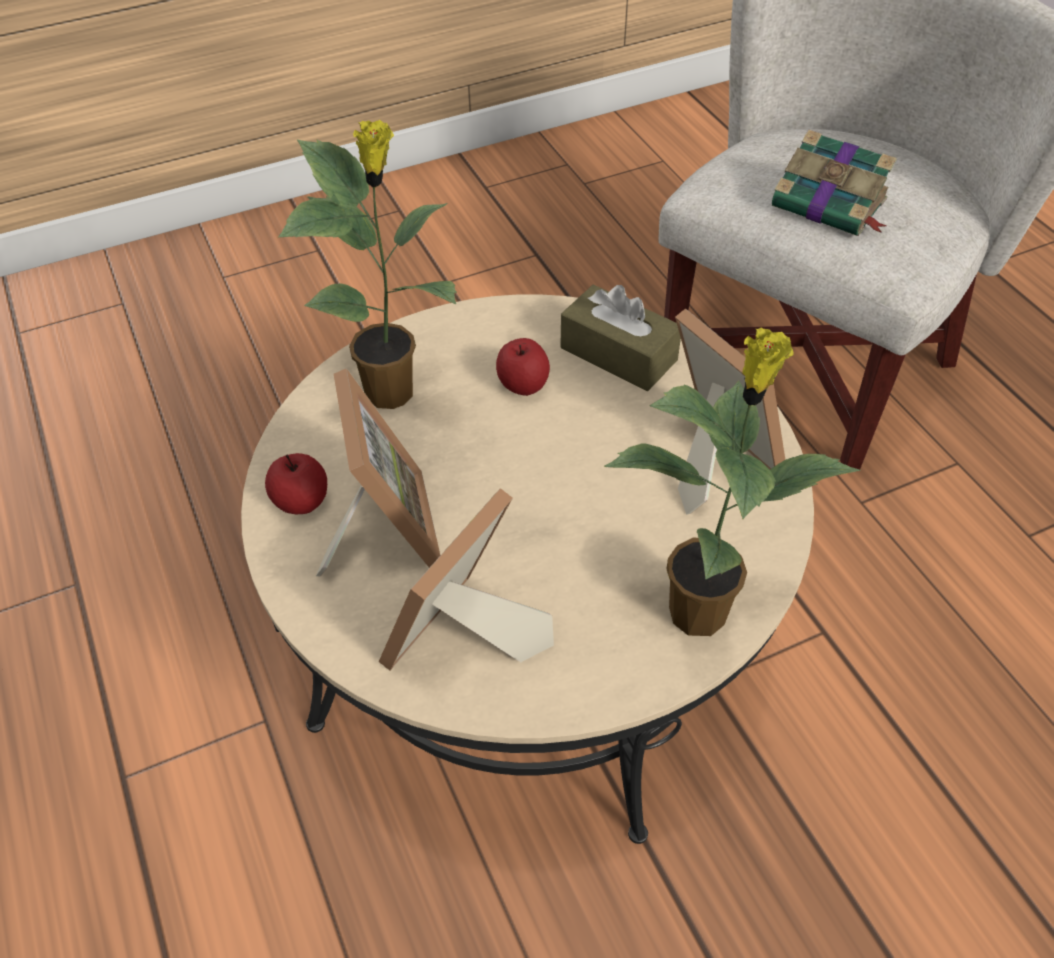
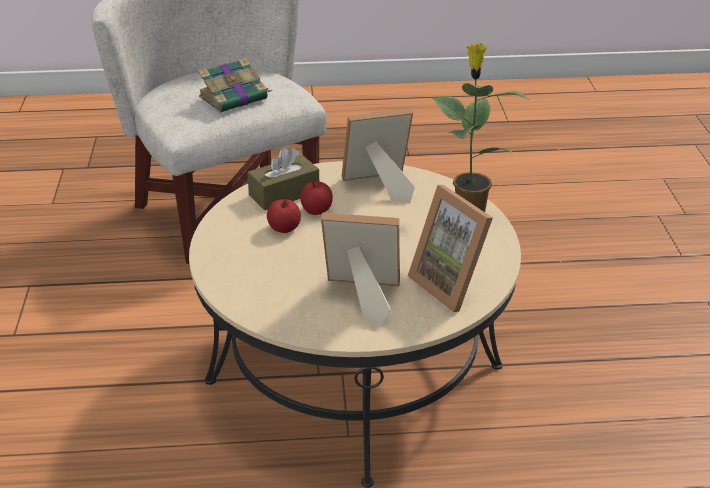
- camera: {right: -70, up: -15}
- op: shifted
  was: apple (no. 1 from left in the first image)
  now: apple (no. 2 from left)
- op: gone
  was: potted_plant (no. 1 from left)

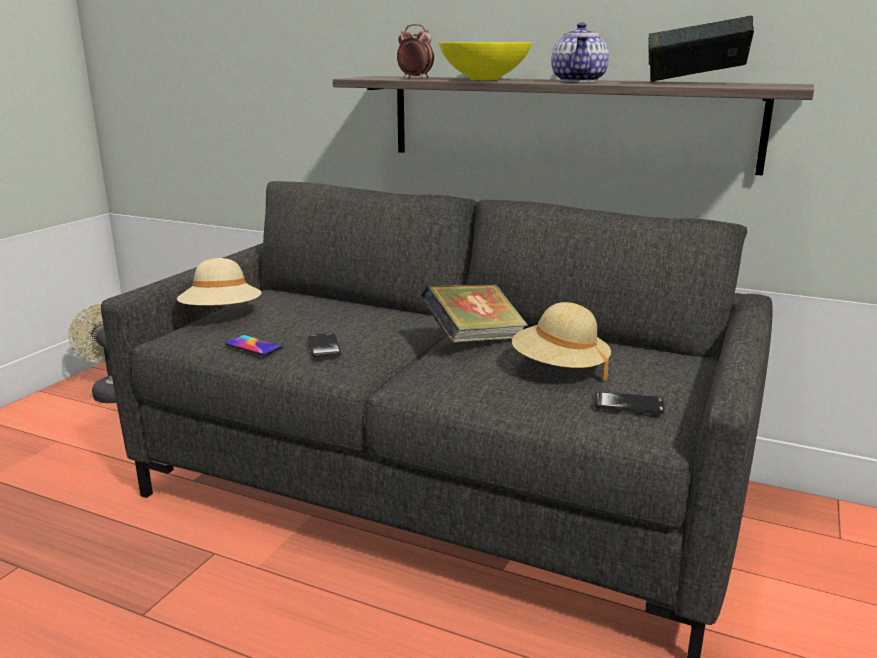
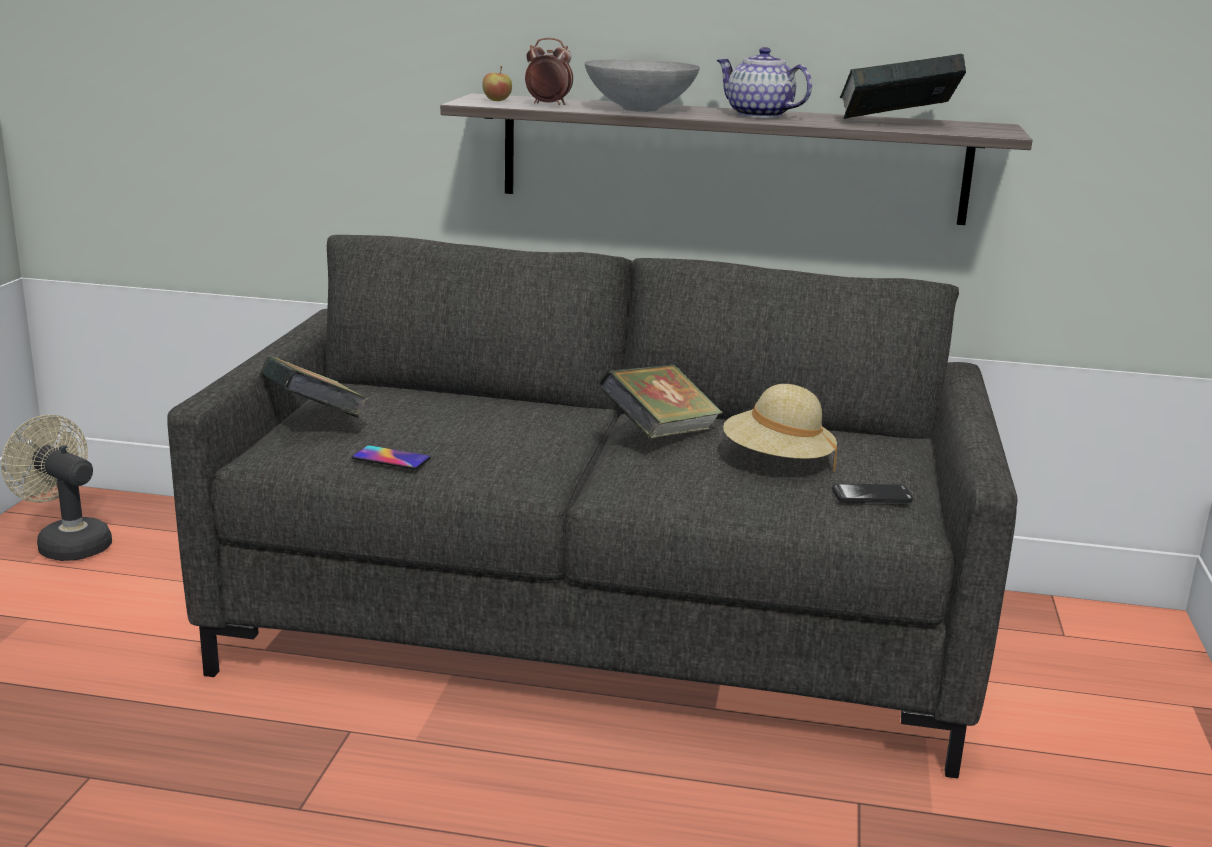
- camera: {right: -15, up: 0}
- op: swapped
  was: beige_hat (no. 1 from left)
  now: book (no. 1 from left)
- op: new
  now: apple
- op: repainted
  was: yellow_bowl
  now: grey_bowl
- op: rotated
  was: teapot
  clockwise: 135
- op: gone
  was: phone (no. 2 from left)

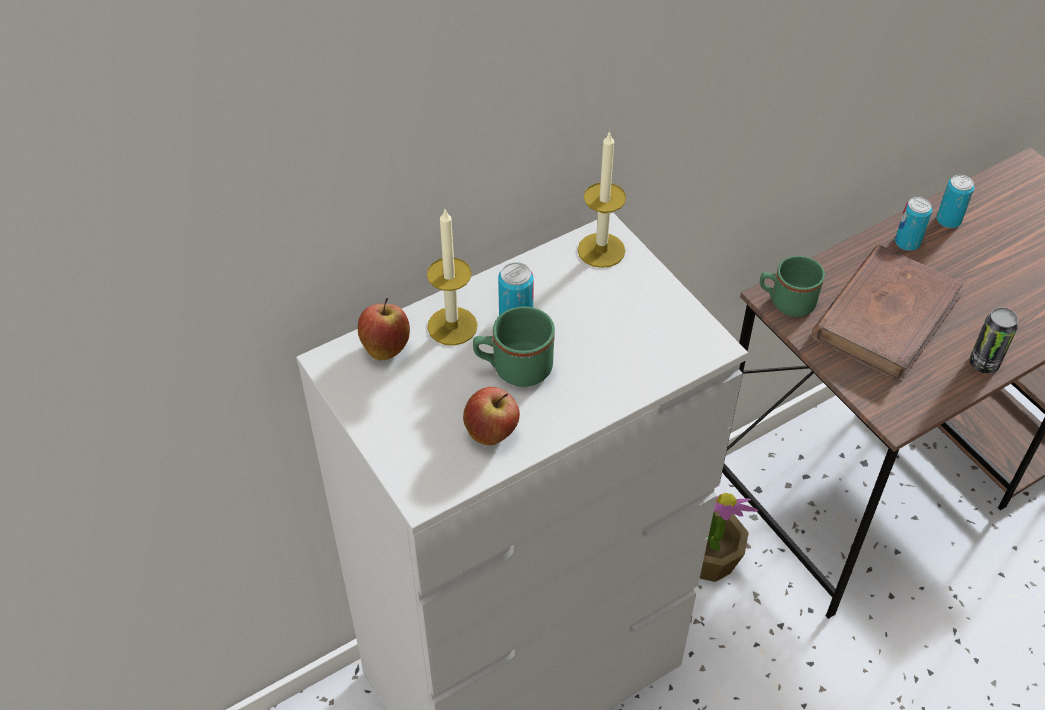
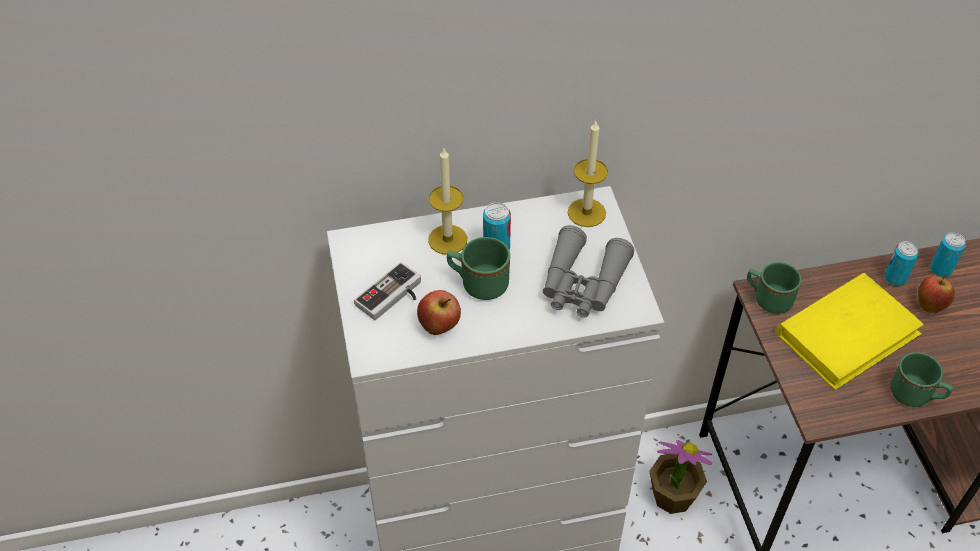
- camera: {right: 20, up: 0}
- op: new
  now: game_controller
- op: new
  now: grey_binoculars
- op: repainted
  was: brown_book
  now: yellow_book
- op: swapped
  was: can (no. 4 from left)
  now: green_mug (no. 3 from left)
- op: shifted
  was: apple (no. 1 from left in the first image)
  now: apple (no. 2 from left)

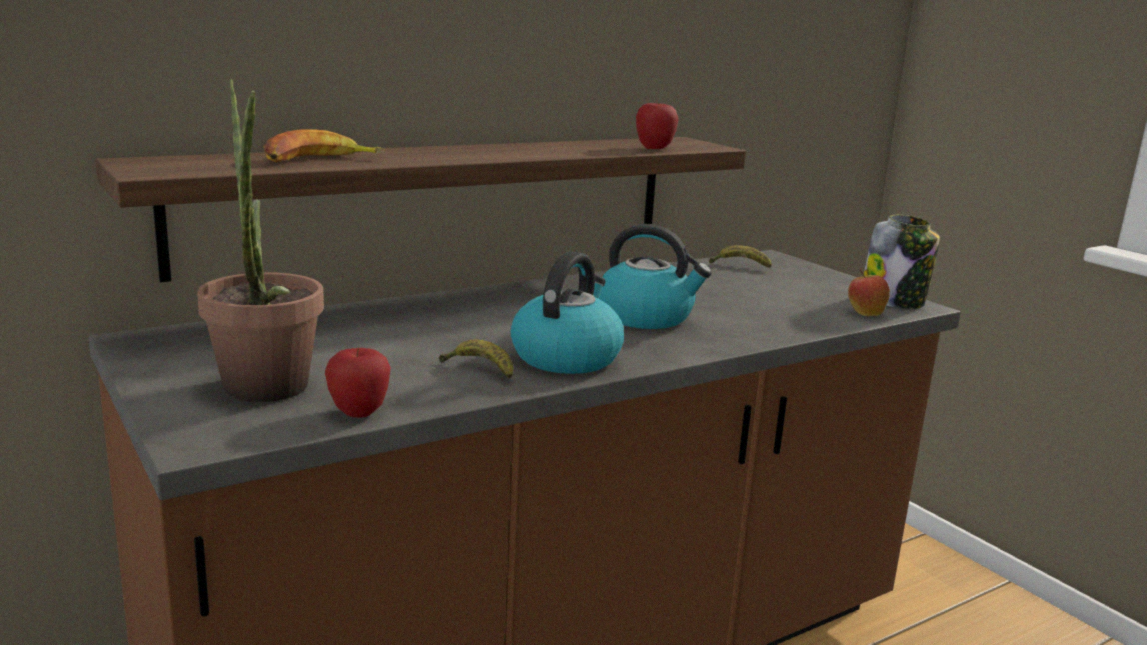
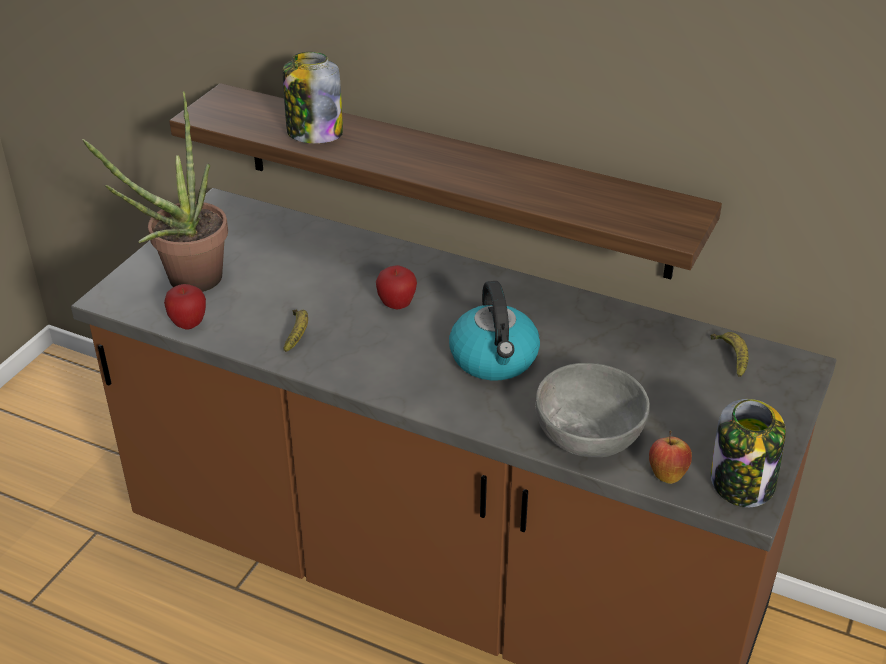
- camera: {right: 60, up: 20}
- op: swapped
  was: banana (no. 1 from left)
  now: jar (no. 1 from left)
- op: shifted
  was: apple (no. 2 from left)
- op: new
  now: grey_bowl
- op: gone
  was: kettle (no. 1 from left)

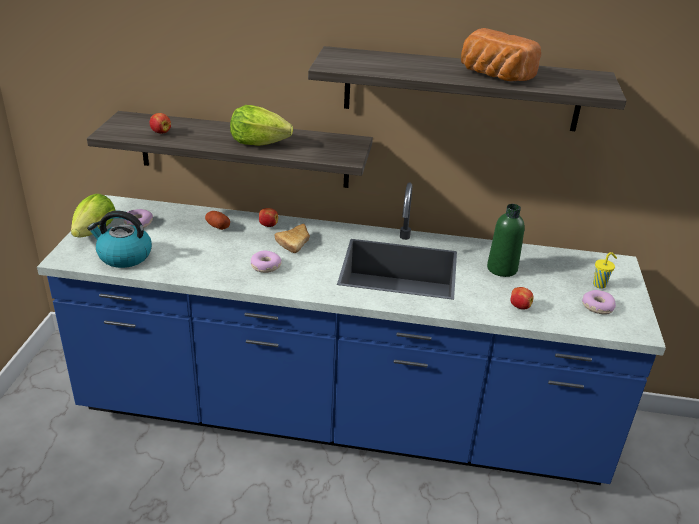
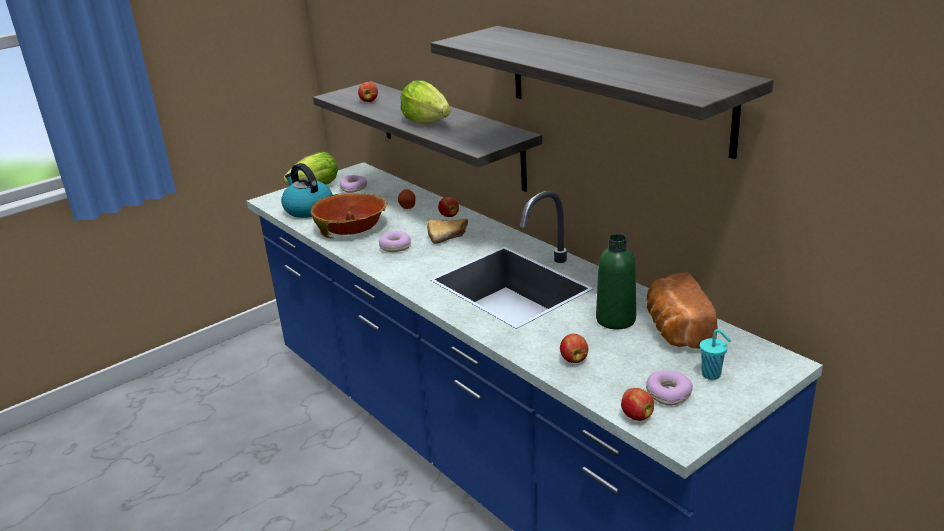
- camera: {right: 45, up: -5}
- op: new
  now: bowl
- op: new
  now: apple (no. 4 from left)
- op: shifted
  was: bread (no. 2 from left)
- op: repainted
  was: yellow_cup
  now: turquoise_cup

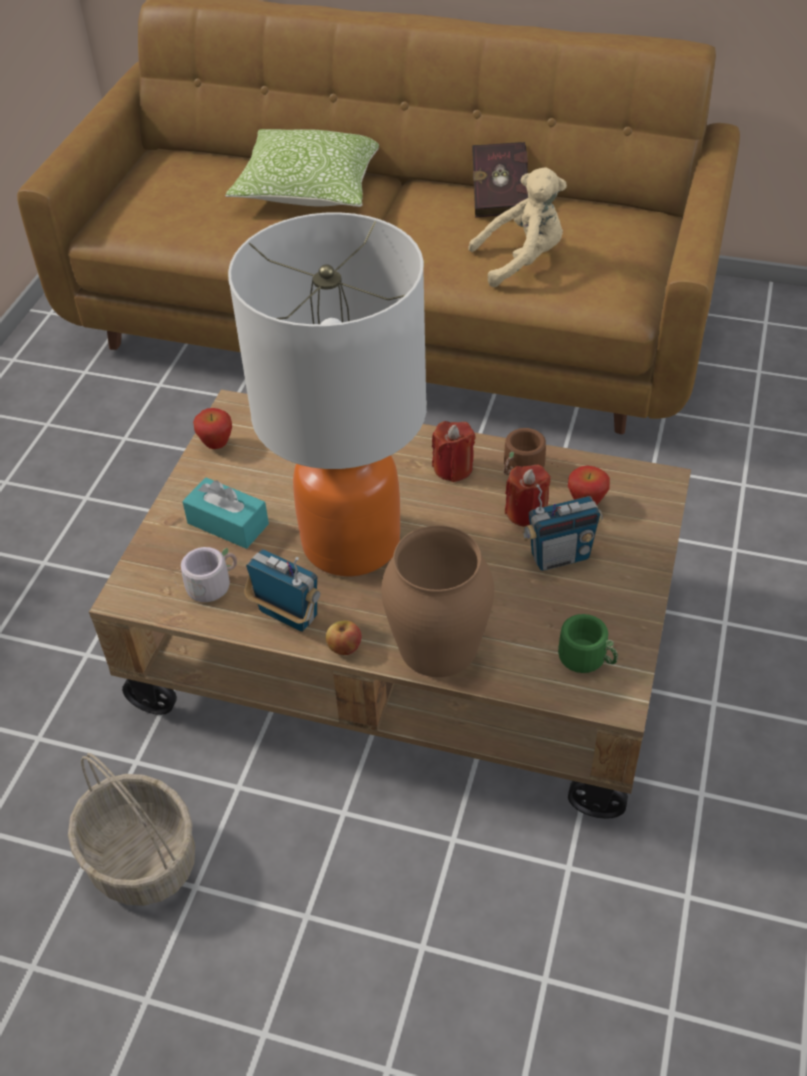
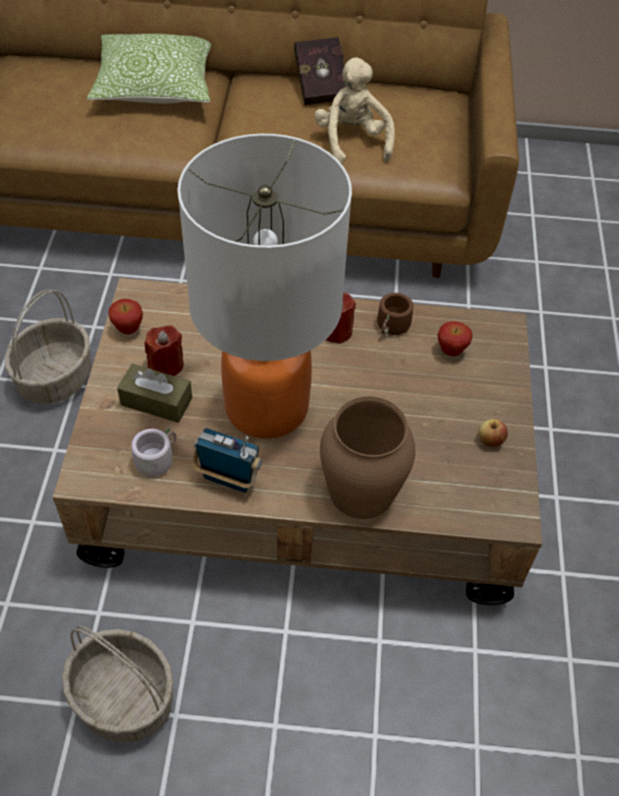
- camera: {right: -15, up: 5}
- op: new
  now: basket (no. 1 from left)
- op: repainted
  was: turquoise_tissue_box
  now: brown_tissue_box
- op: shifted
  was: red_candle (no. 2 from left in the first image)
  now: red_candle (no. 1 from left)
- op: rotated
  was: beige_plush_toy
  clockwise: -75
- op: shifted
  was: apple (no. 2 from left in the first image)
  now: apple (no. 3 from left)
- op: gone
  was: radio (no. 2 from left)
- op: gone
  was: green_mug

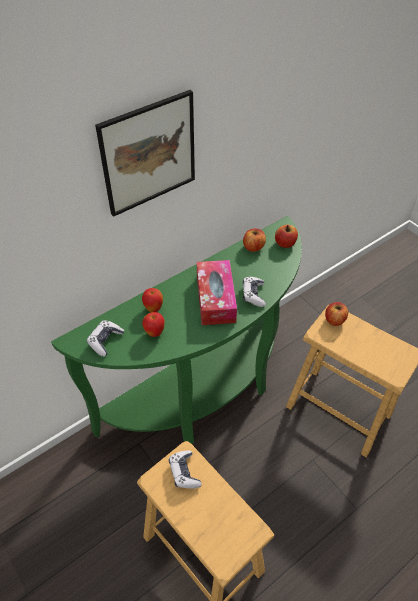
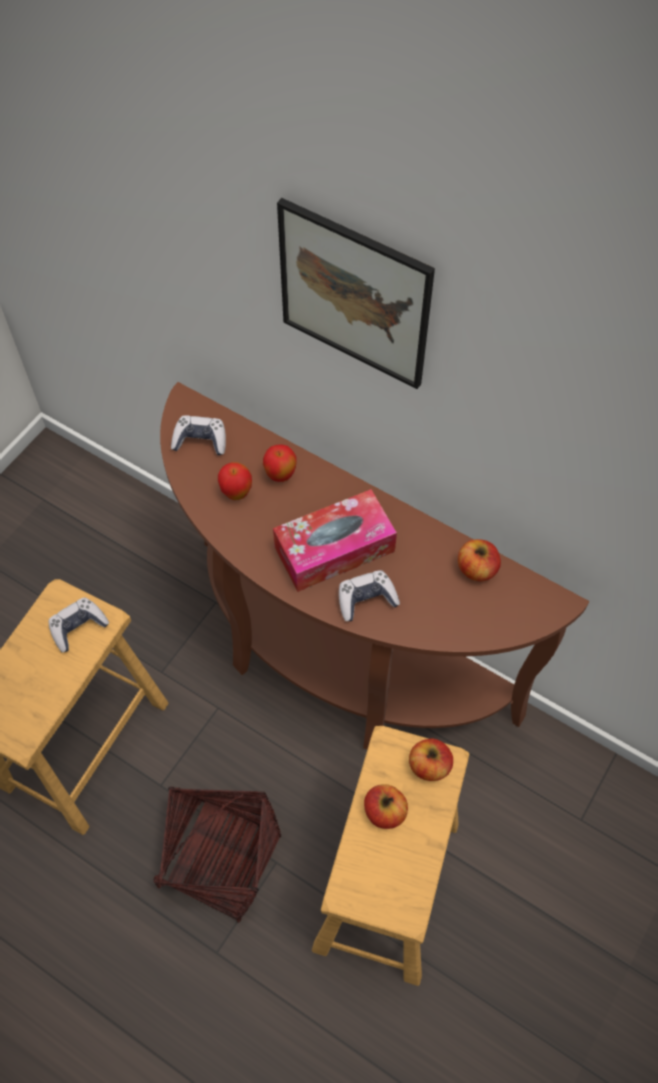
- camera: {right: 70, up: 10}
- op: new
  now: basket
- op: repainted
  was: green_console_table
  now: brown_console_table
- op: shifted
  was: apple (no. 4 from left in the first image)
  now: apple (no. 3 from left)

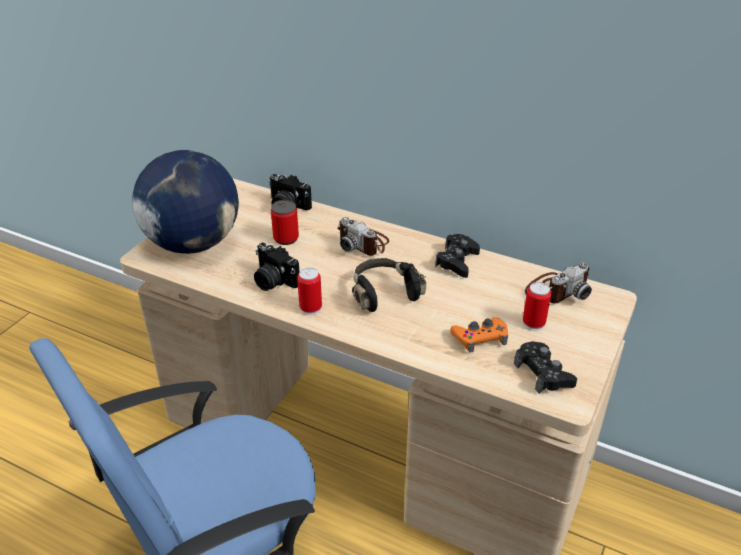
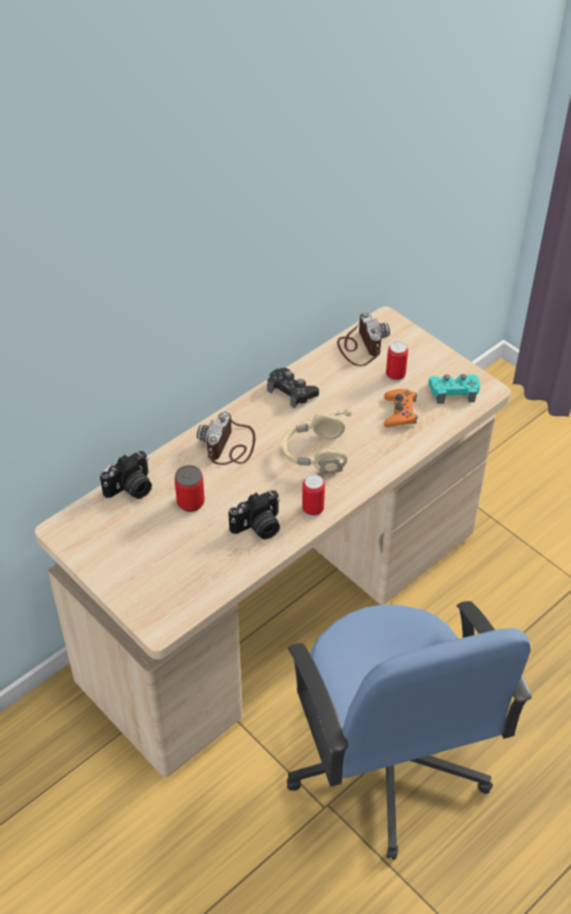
- camera: {right: -70, up: 10}
- op: rotated
  was: photo_camera (no. 3 from left in the first image)
  clockwise: 135
- op: repainted
  was: black_headphones
  now: beige_headphones
- op: repainted
  was: black_game_controller (no. 2 from left)
  now: turquoise_game_controller
- op: gone
  was: globe

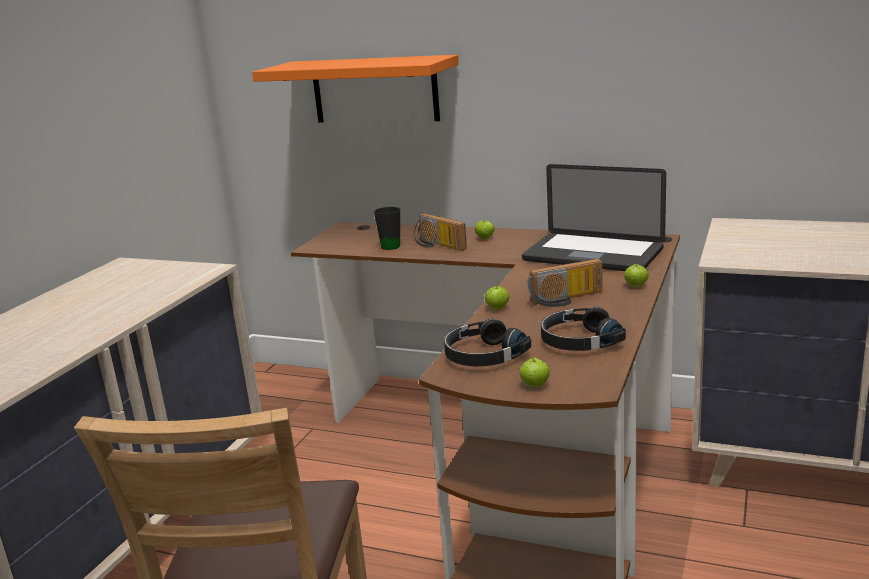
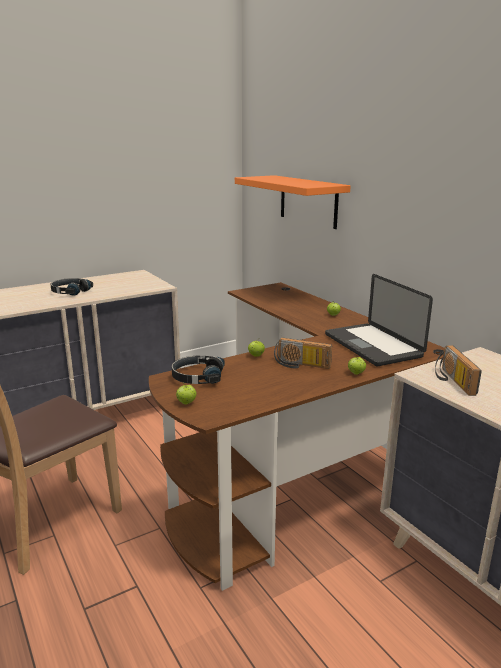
- camera: {right: 35, up: 0}
- op: shifted
  was: black_headphones (no. 2 from left in the first image)
  now: black_headphones (no. 1 from left)
- op: shifted
  was: radio (no. 1 from left in the first image)
  now: radio (no. 2 from left)
- op: gone
  was: black_mug

